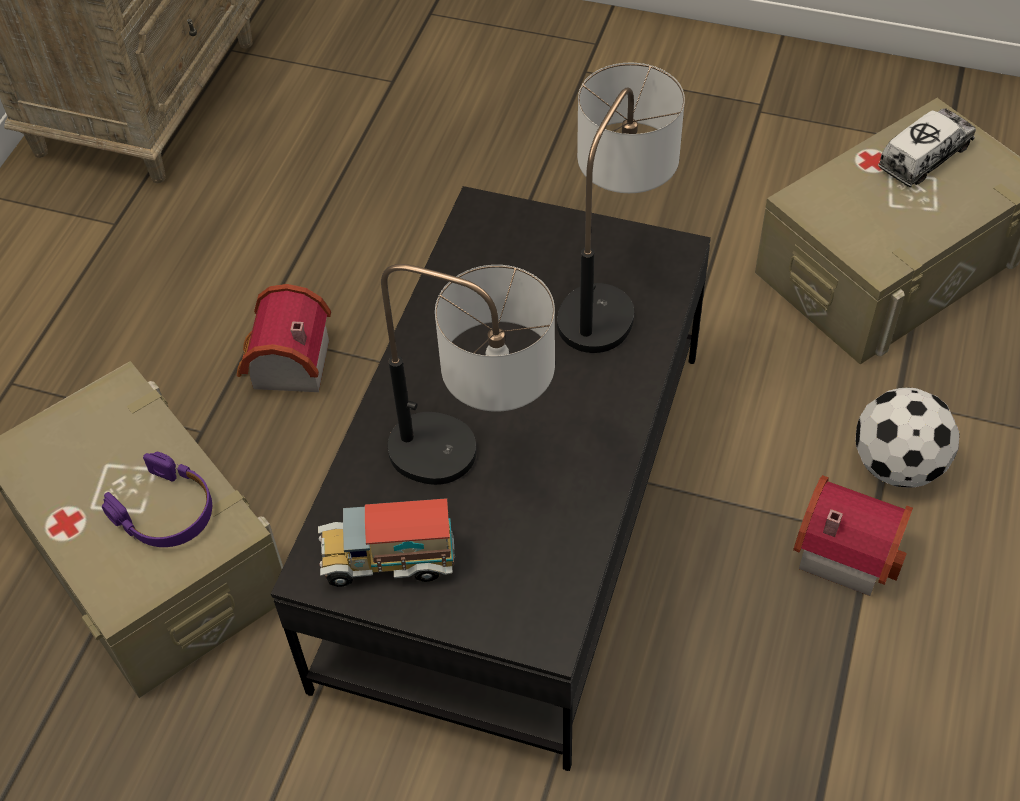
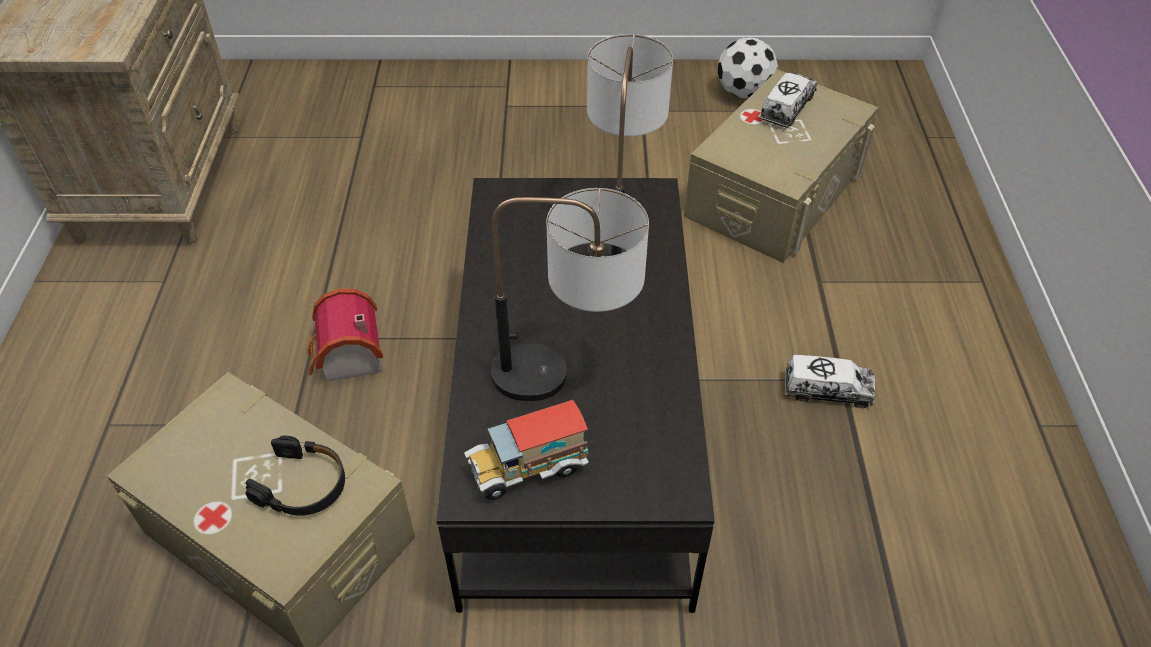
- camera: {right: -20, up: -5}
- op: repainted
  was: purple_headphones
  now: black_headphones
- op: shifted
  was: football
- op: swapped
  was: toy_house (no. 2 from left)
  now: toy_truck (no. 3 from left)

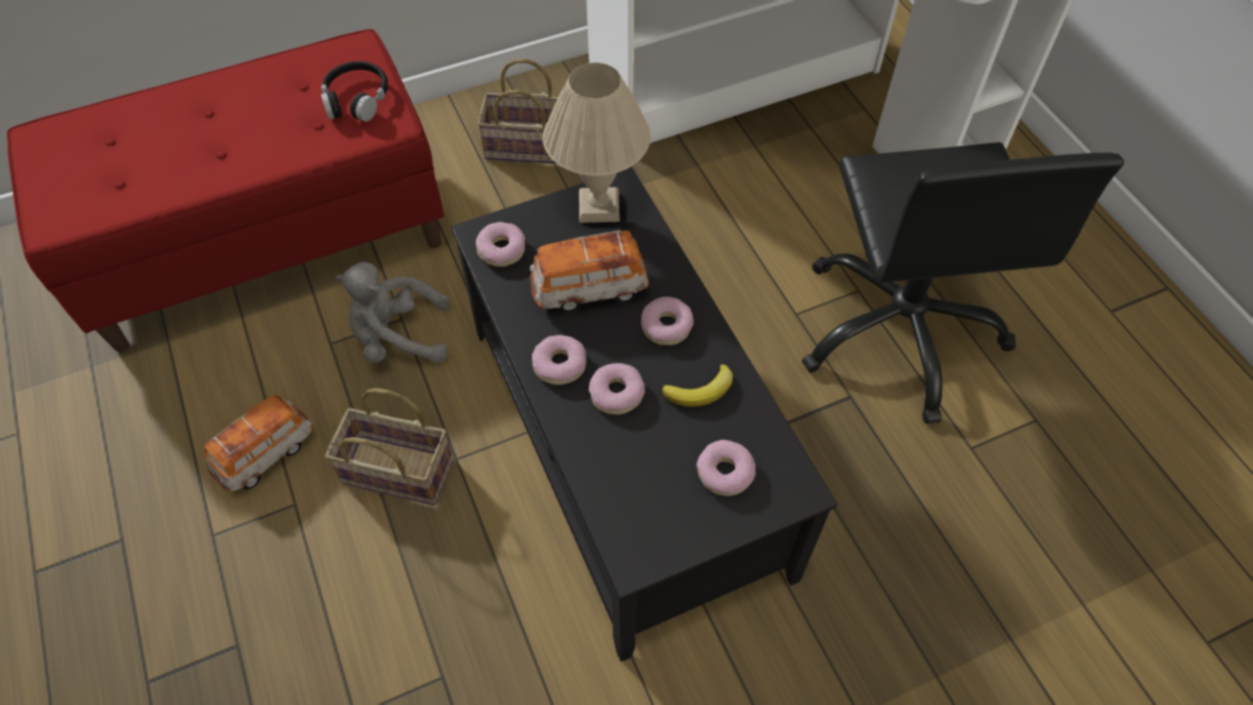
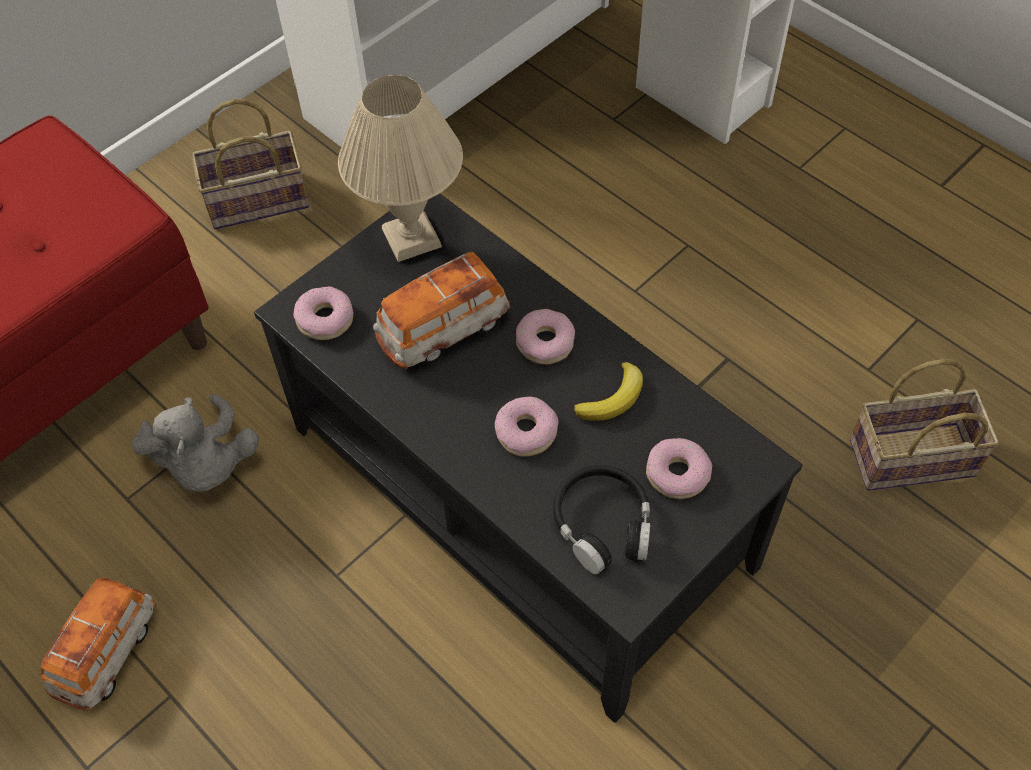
- camera: {right: -20, up: 0}
- op: rotated
  was: grey_plush_toy
  clockwise: -90
- op: shifted
  was: black_headphones
- op: shifted
  was: basket (no. 1 from left in the first image)
  now: basket (no. 2 from left)
- op: gone
  was: donut (no. 2 from left)
- op: gone
  was: black_office_chair

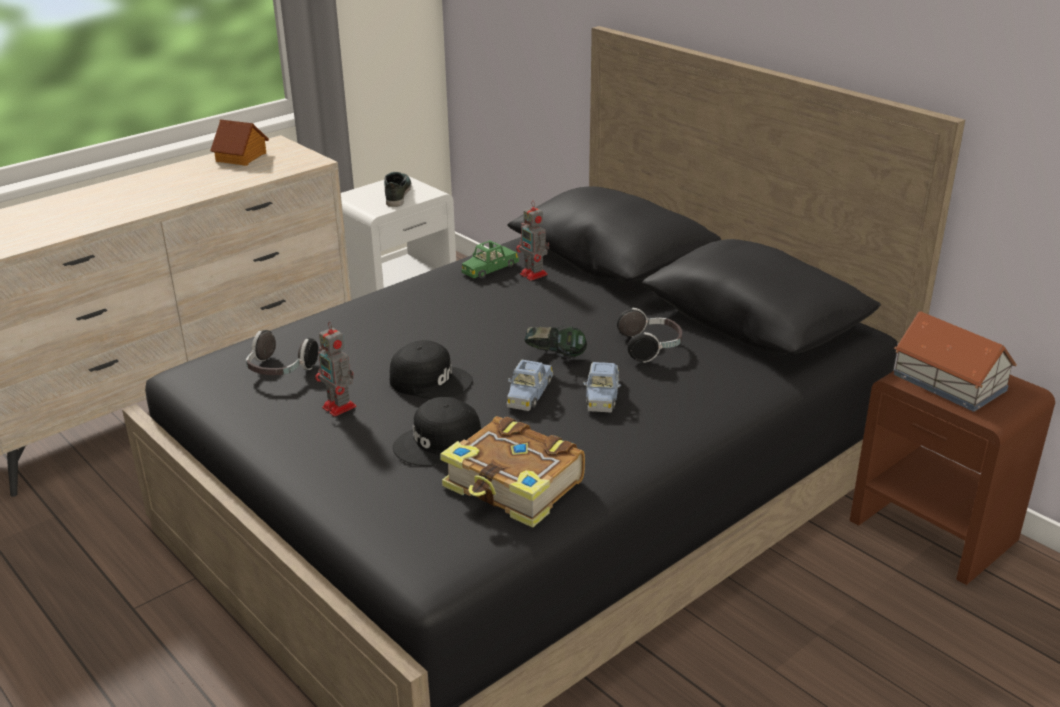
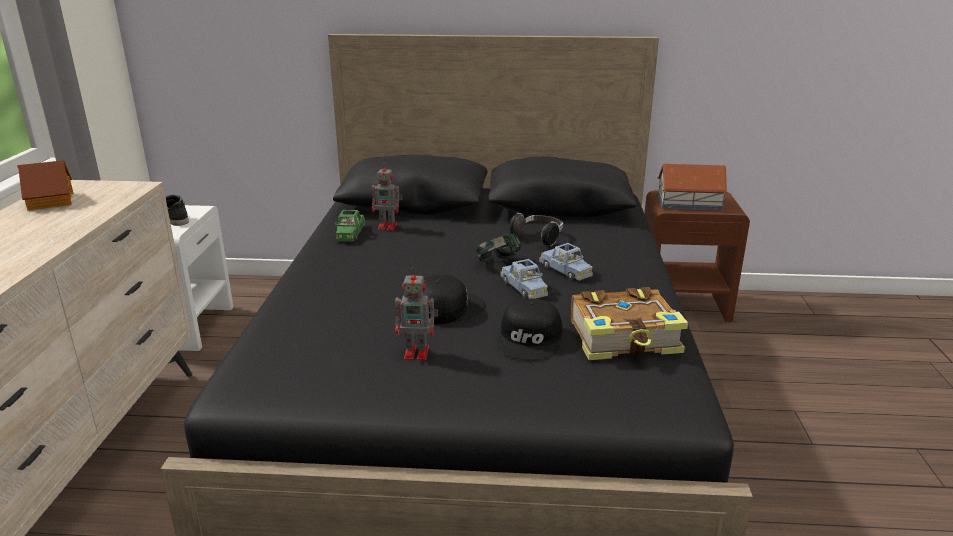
- camera: {right: -45, up: -5}
- op: gone
  was: headphones (no. 1 from left)

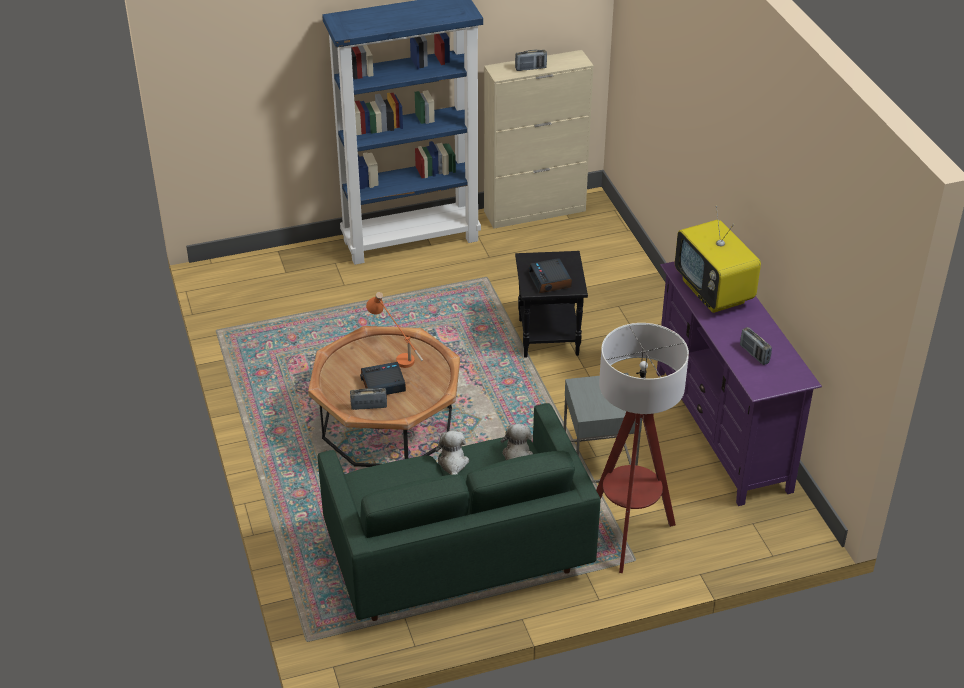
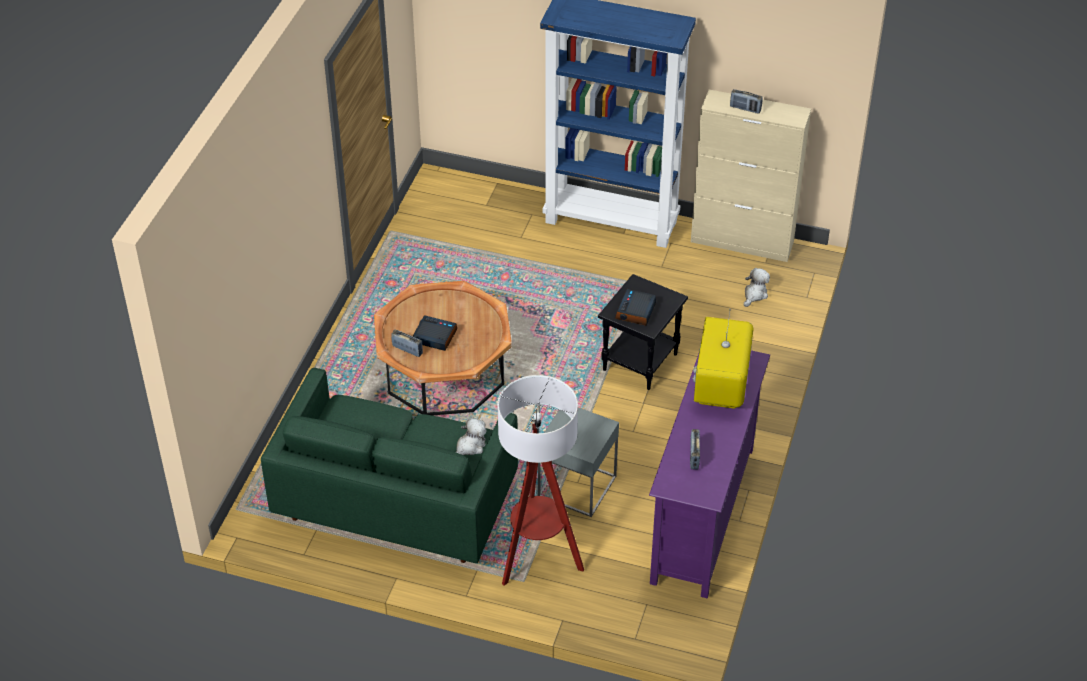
- camera: {right: 35, up: 5}
- op: shifted
  was: plush_toy (no. 1 from left in the first image)
  now: plush_toy (no. 2 from left)
- op: gone
  was: orange_table_lamp

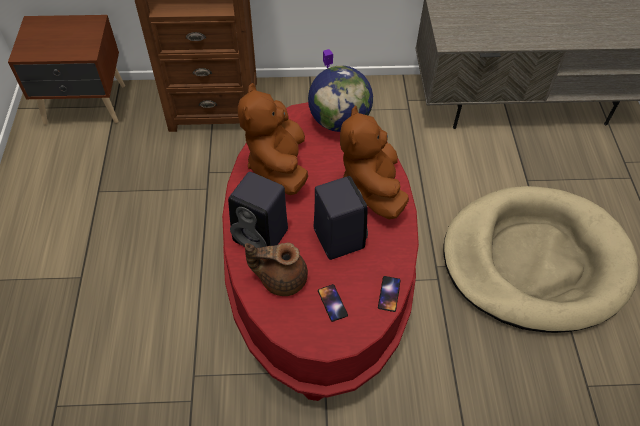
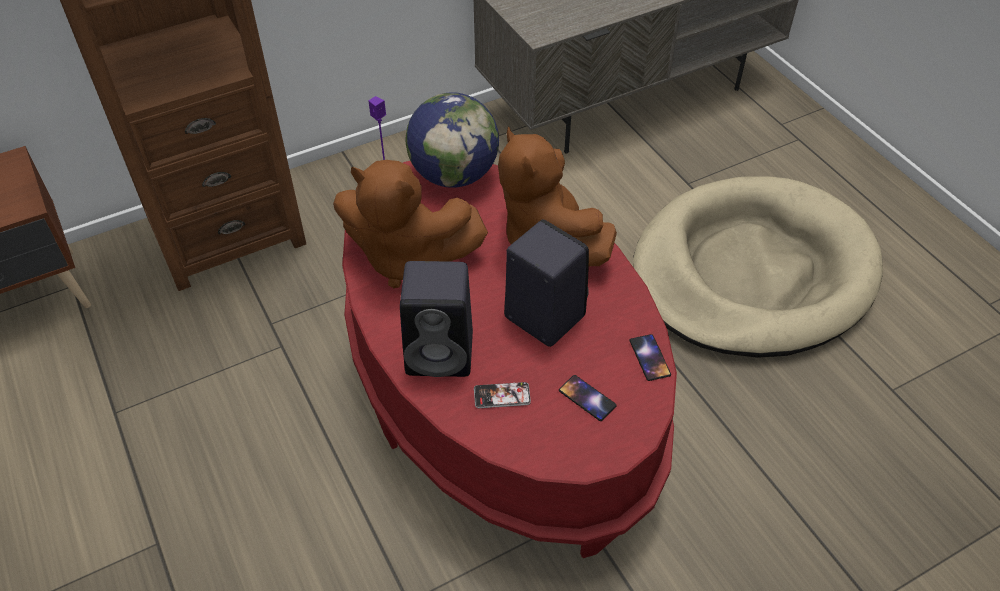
- camera: {right: -25, up: -5}
- op: rotated
  was: brown_plush_toy (no. 1 from left)
  clockwise: -45
- op: swapped
  was: brown_teapot
  now: phone (no. 1 from left)

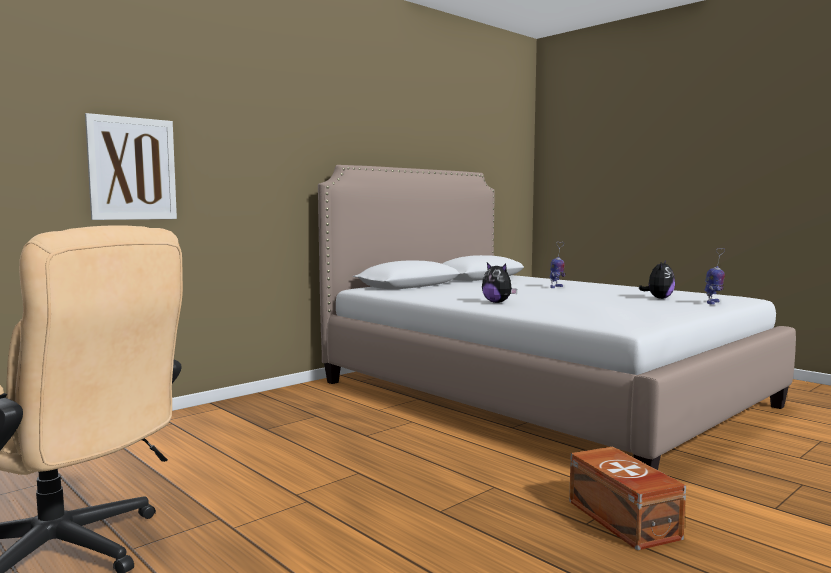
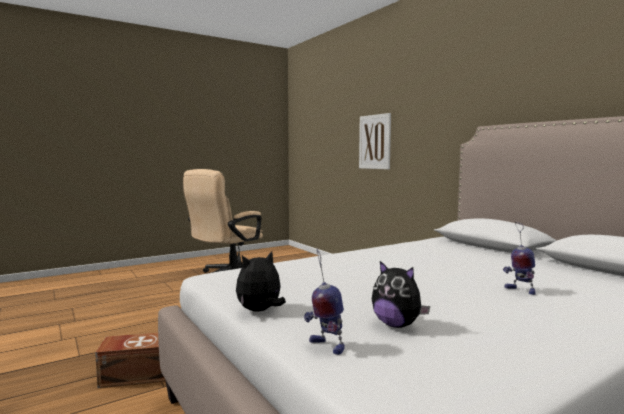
- camera: {right: 100, up: 0}
- op: shifted
  was: plush_toy (no. 1 from left)

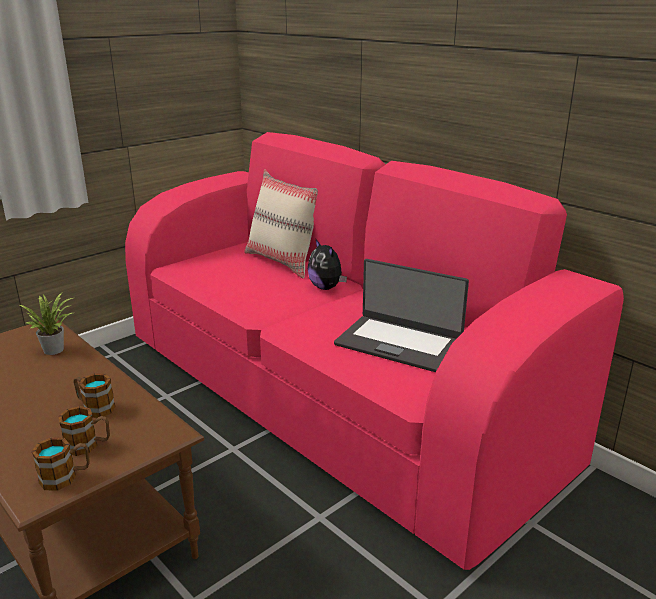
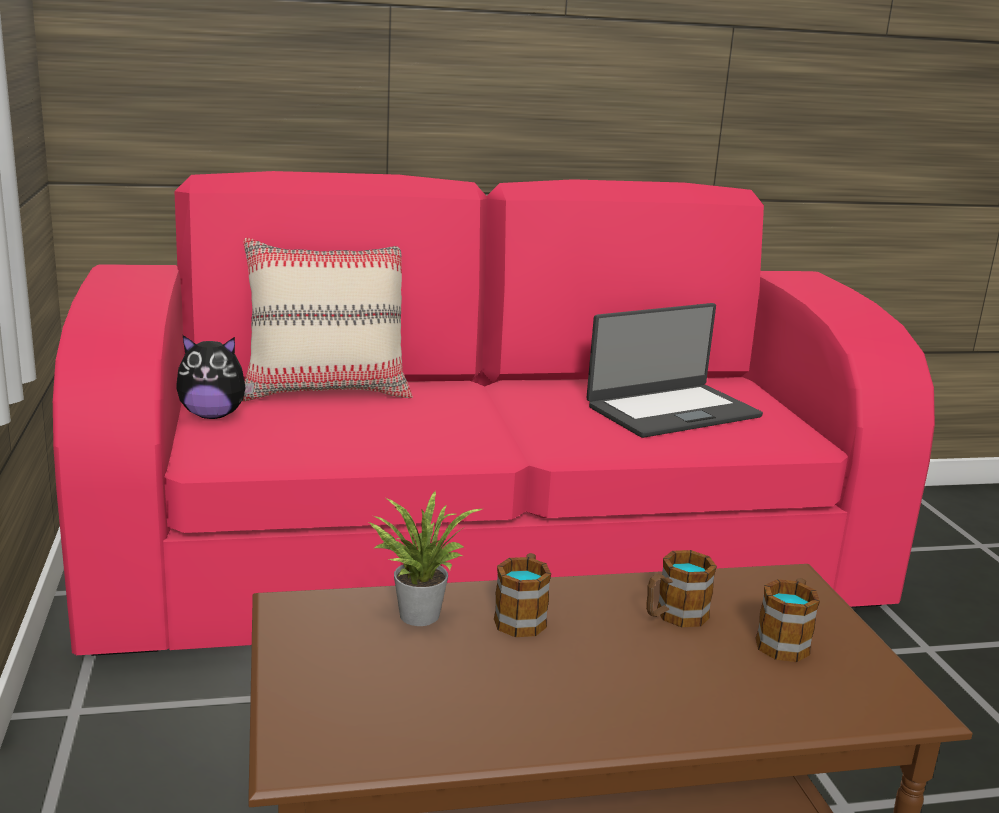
- camera: {right: -60, up: -5}
- op: shifted
  was: plush_toy
- op: shifted
  was: mug (no. 1 from left)

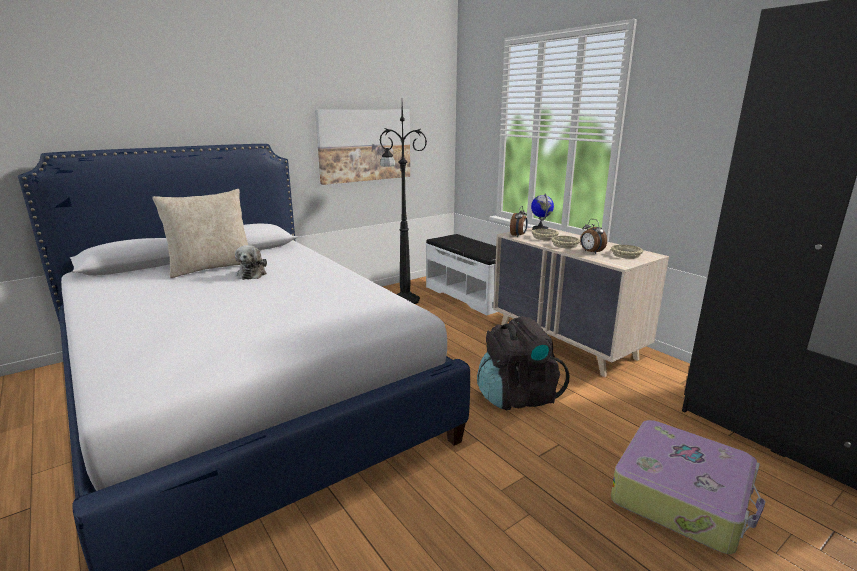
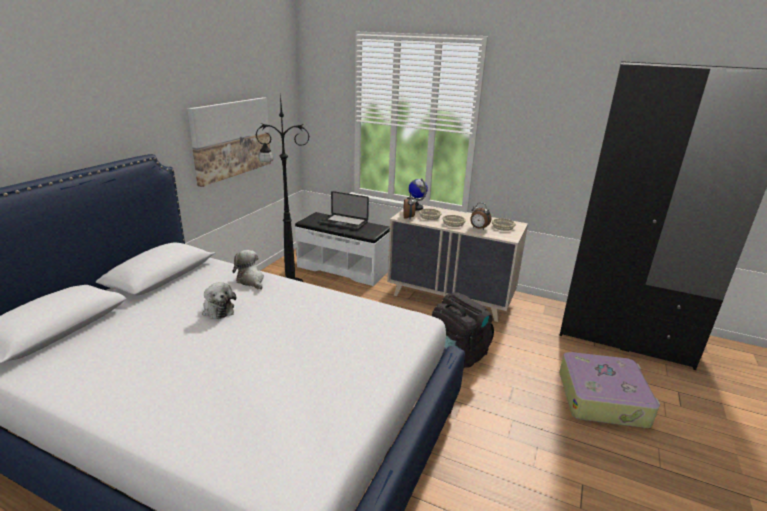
- camera: {right: -30, up: 5}
- op: new
  now: plush_toy (no. 2 from left)
- op: new
  now: laptop
- op: gone
  was: beige_pillow

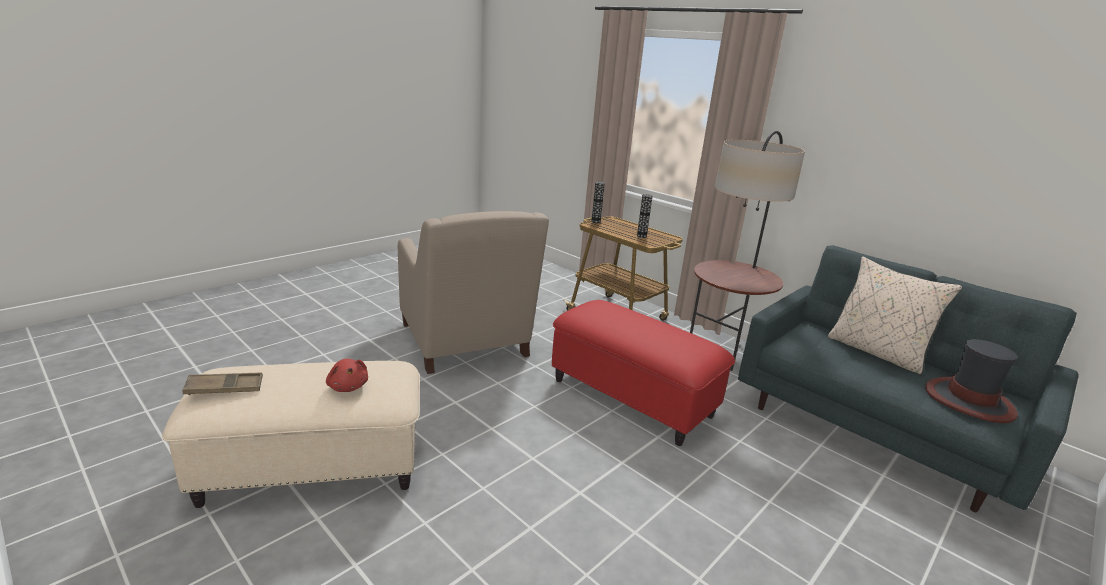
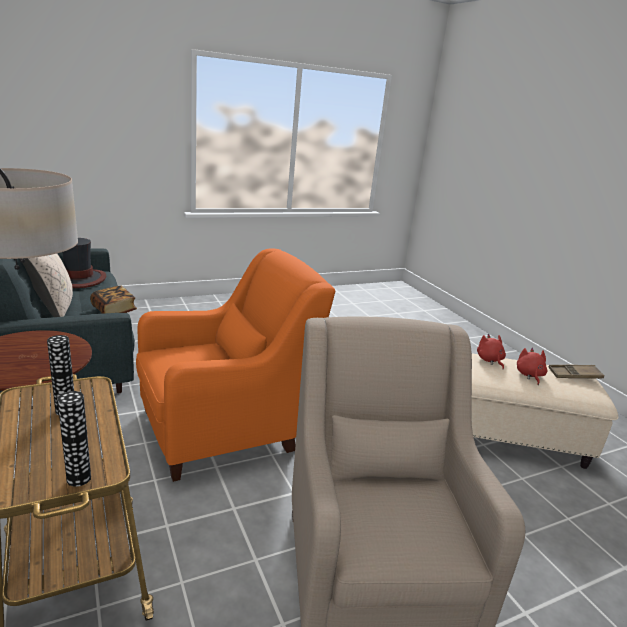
- camera: {right: -160, up: 0}
- op: new
  now: book
- op: swapped
  was: red_ottoman
  now: orange_armchair
- op: new
  now: red_plush_toy (no. 2 from left)

